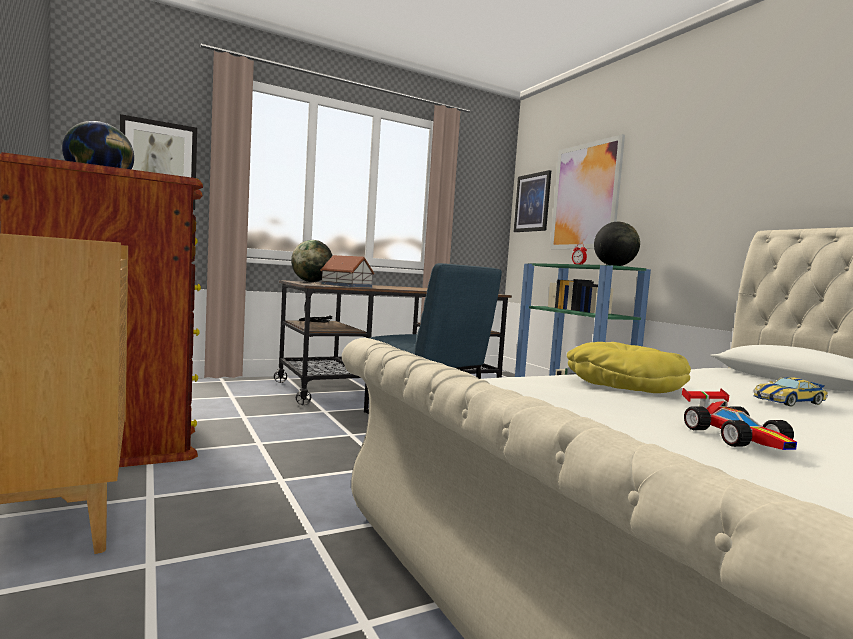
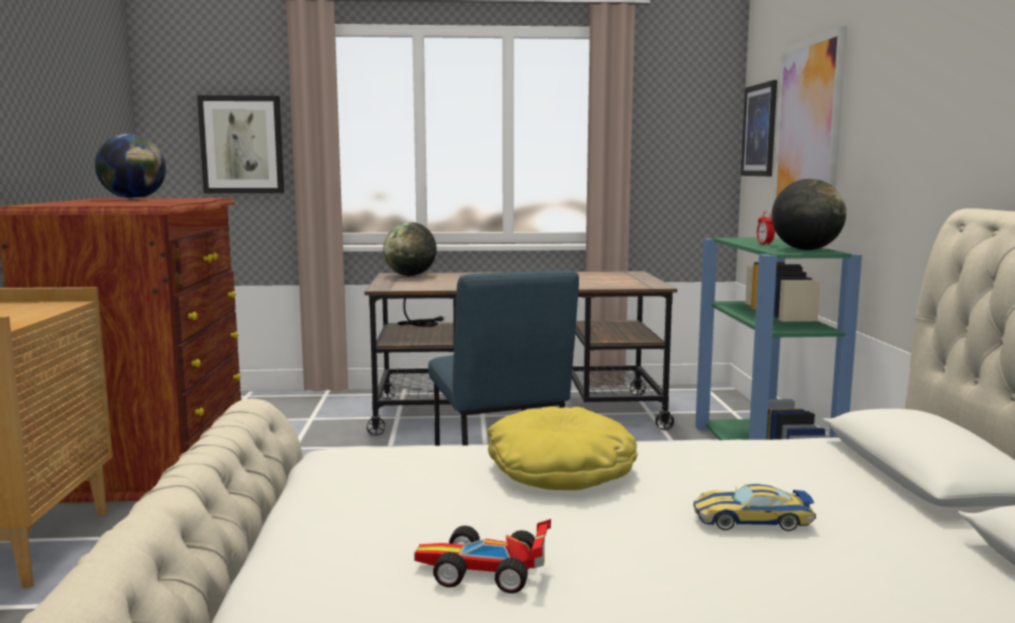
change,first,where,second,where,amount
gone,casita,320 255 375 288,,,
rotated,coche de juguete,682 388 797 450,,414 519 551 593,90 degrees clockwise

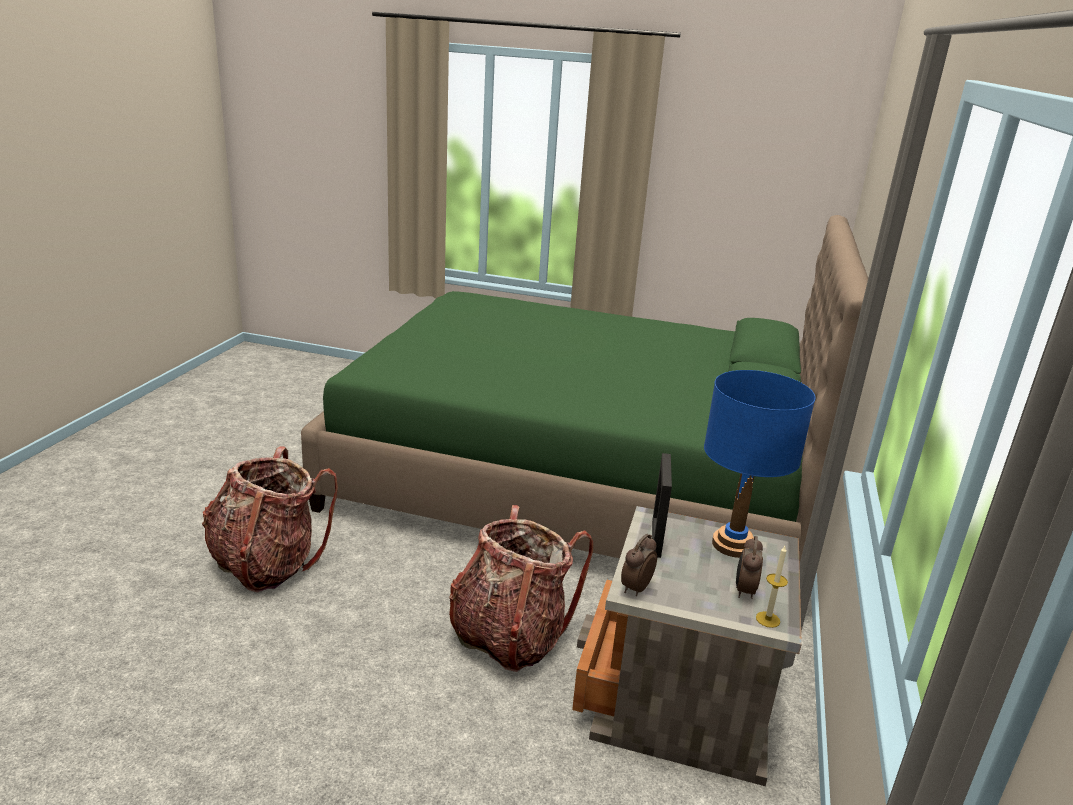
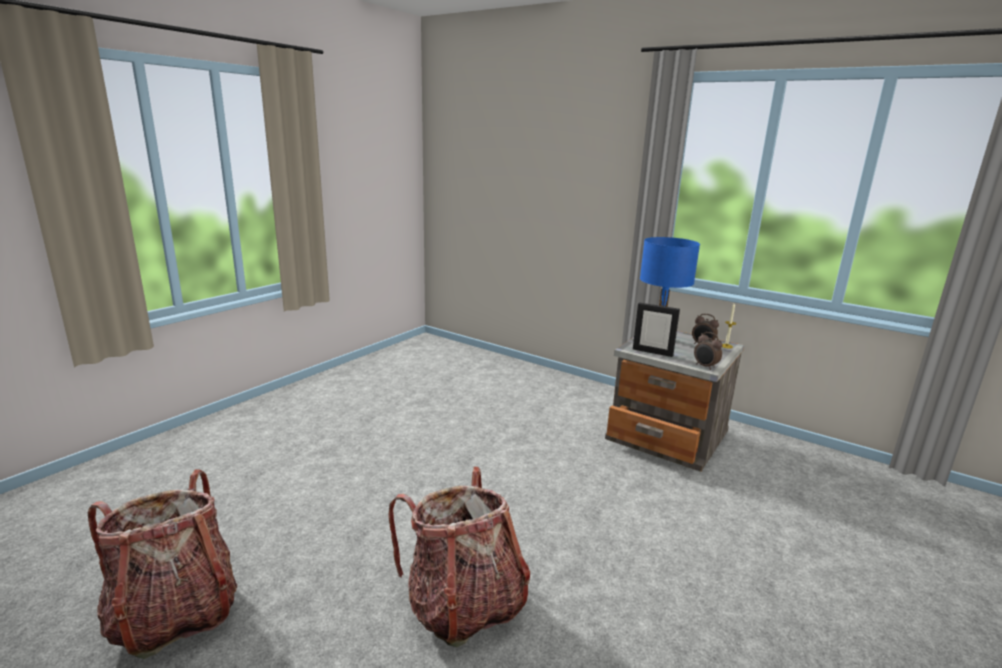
change,first,where,second,where,amount
gone,cama (verde),301 215 868 596,,,
shifted,mochila,449 505 593 672,,88 470 238 659,

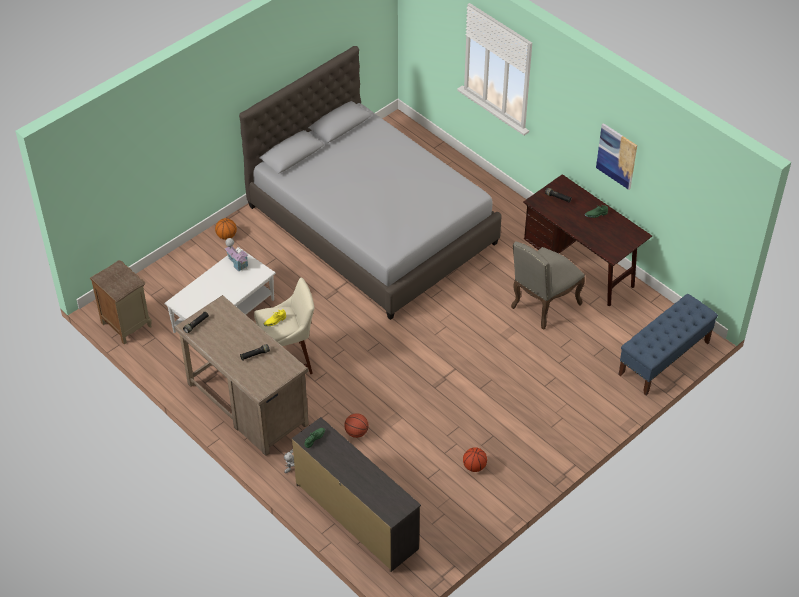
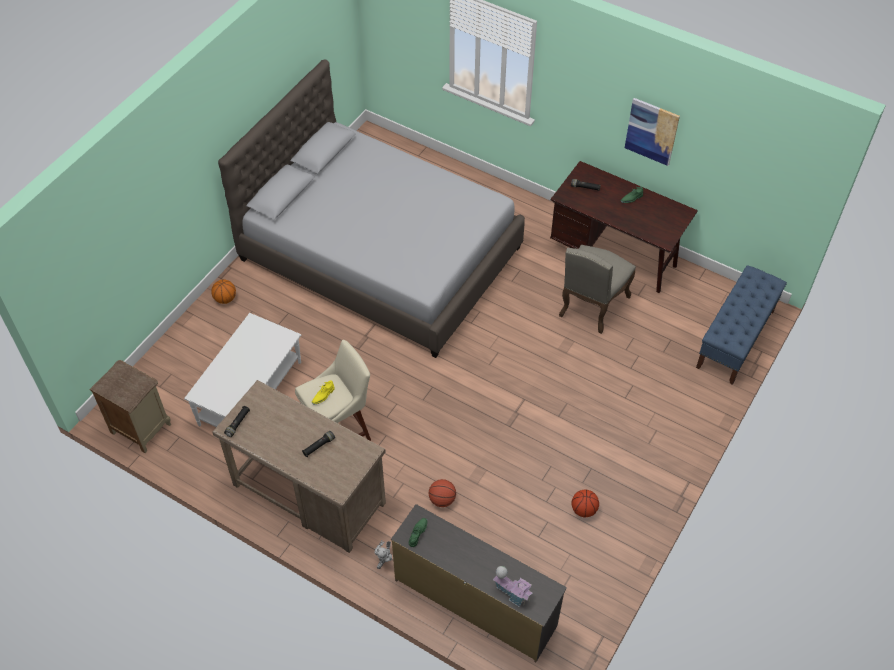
change,first,where,second,where,amount
shifted,casita,225 238 248 272,,493 566 532 607,

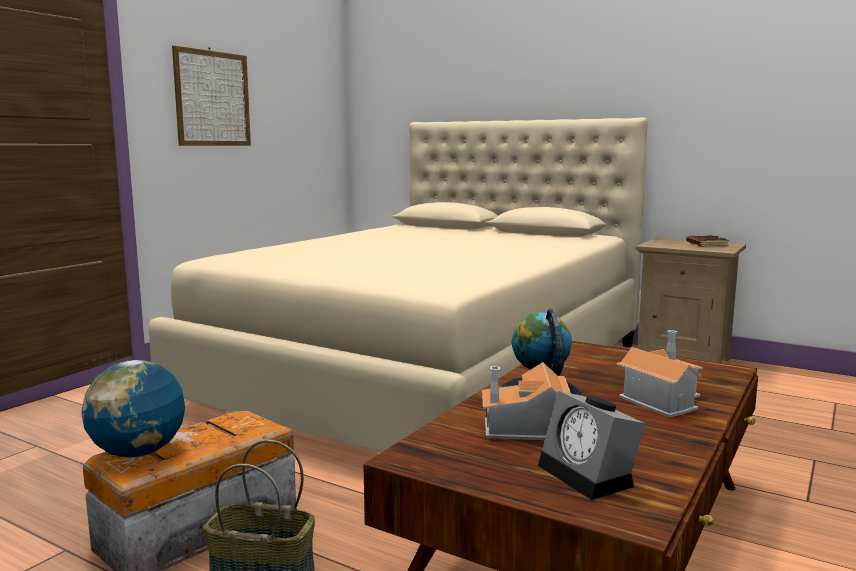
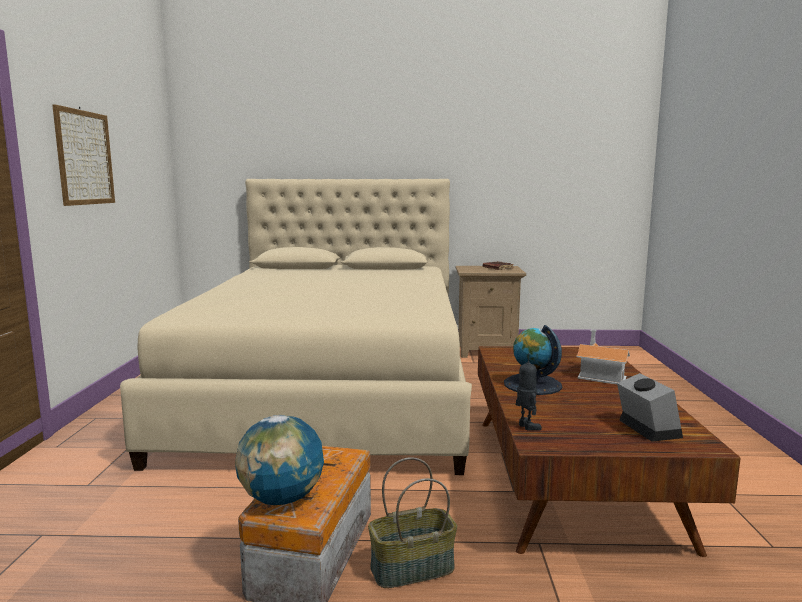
change,first,where,second,where,amount
gone,casita,482 362 571 440,,,
rotated,despertador,538 391 645 500,,617 373 683 442,135 degrees counterclockwise
new,,,robot de juguete,516 353 542 431,

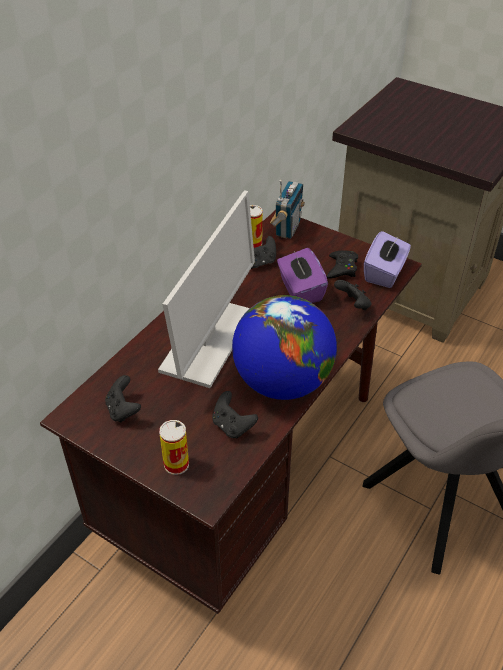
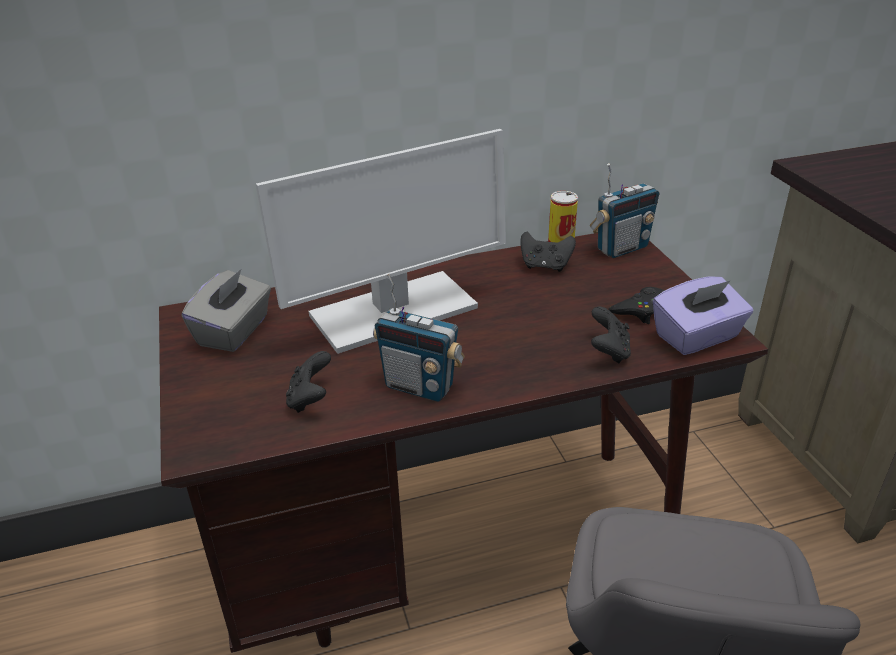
change,first,where,second,where,amount
gone,caja de pañuelos (morado),277 248 328 303,,,
swapped,globo terráqueo,232 295 337 400,radio,373 273 465 402,
swapped,mando de consola (negro),105 375 141 423,caja de pañuelos (gris),182 268 271 352,
gone,lata,159 420 189 475,,,

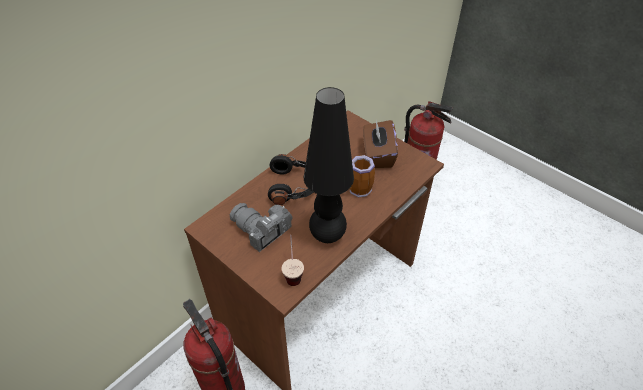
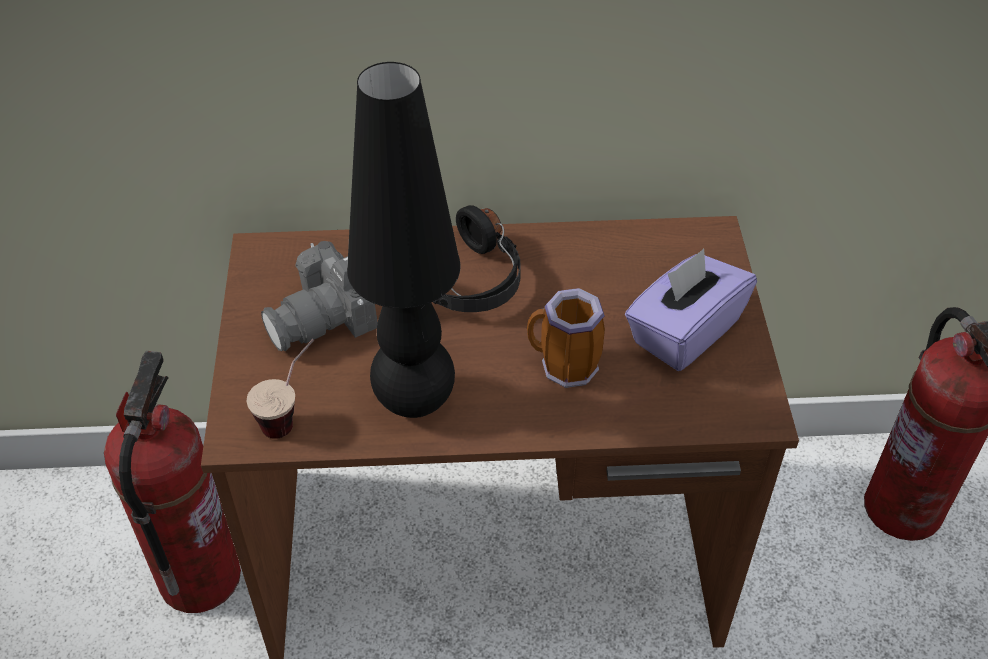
change,first,where,second,where,amount
repainted,caja de pañuelos (marrón),363 120 398 168,caja de pañuelos (morado),625 249 757 371,
rotated,cámara,230 203 293 252,,261 241 378 352,120 degrees counterclockwise

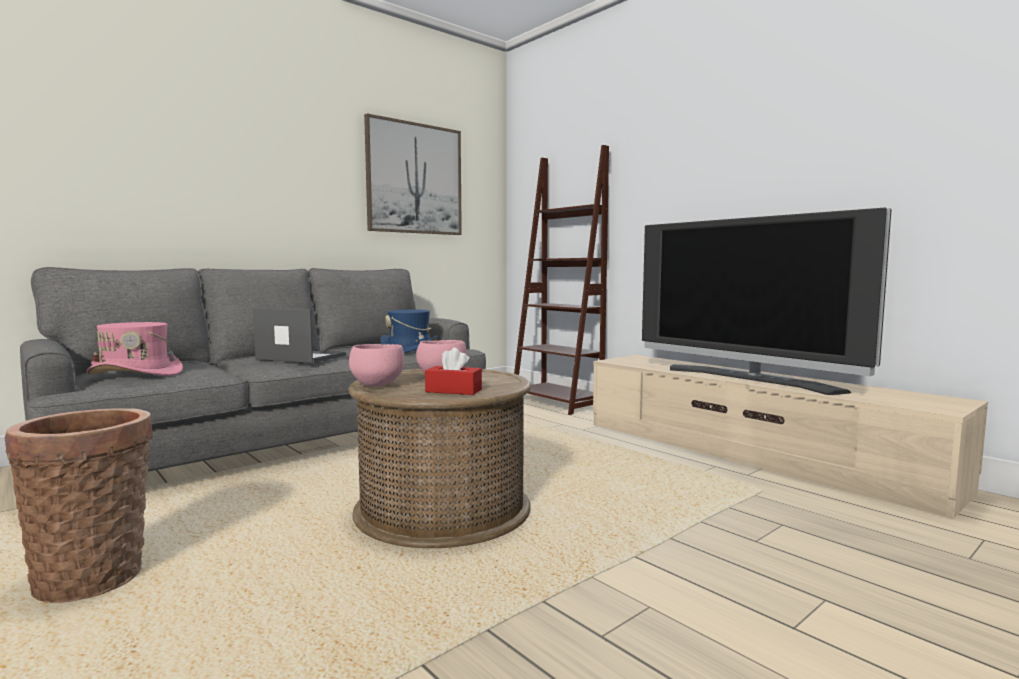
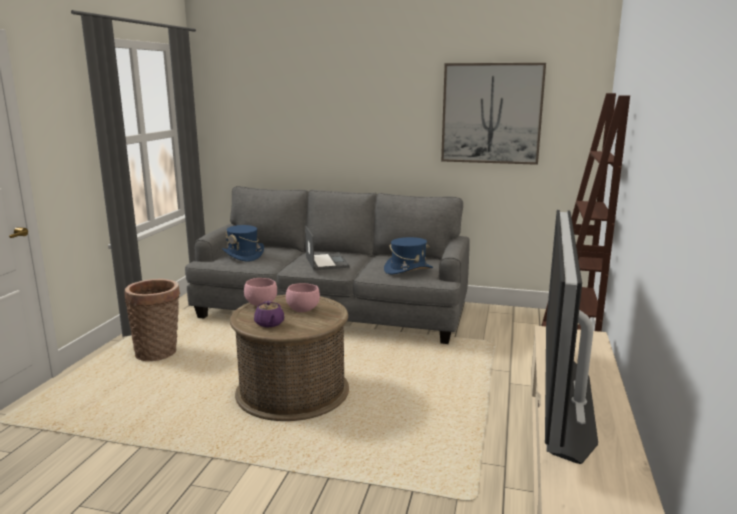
change,first,where,second,where,amount
repainted,sombrero (rosa),87 322 183 376,sombrero (azul),222 225 264 262,
swapped,caja de pañuelos (rojo),425 348 482 395,tetera (morado),254 301 284 327,

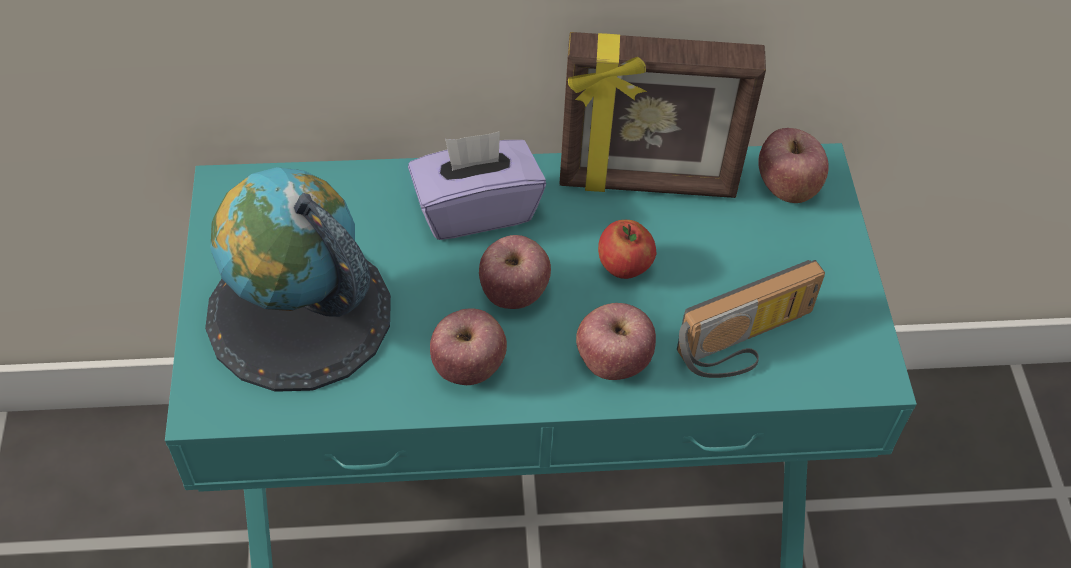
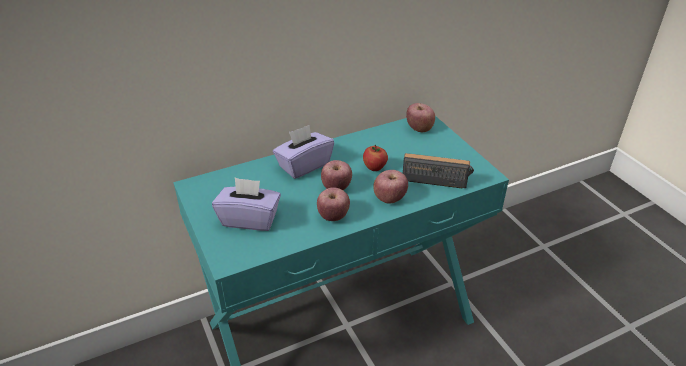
change,first,where,second,where,amount
gone,portarretratos,559 32 766 198,,,
swapped,globo terráqueo,205 167 391 392,caja de pañuelos (morado),212 178 281 231,
rotated,radio,677 260 825 378,,403 153 474 188,120 degrees counterclockwise

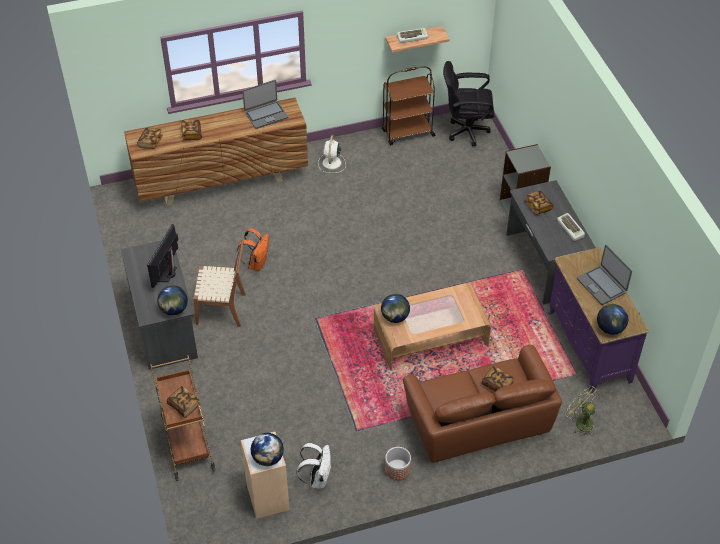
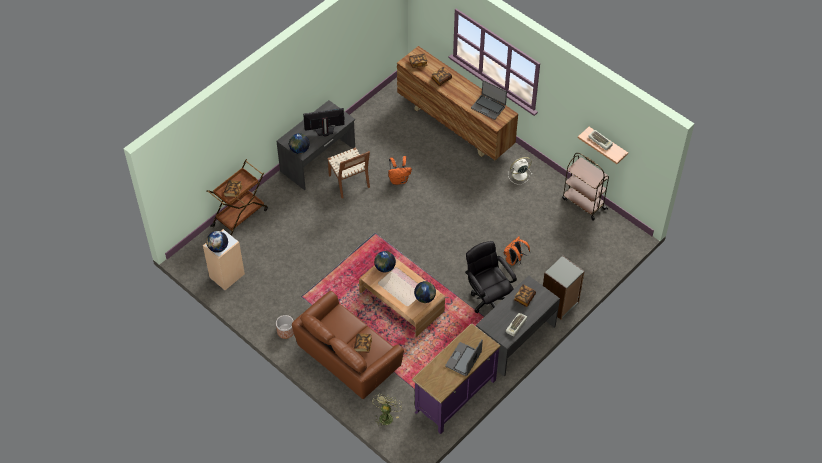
change,first,where,second,where,amount
shifted,silla de oficina (negro),443 61 494 147,,465 241 517 313,
shifted,globo terráqueo,597 304 628 335,,414 281 436 303,
gone,mochila (blanco),296 443 331 488,,,
new,,,mochila (naranja),503 237 530 267,

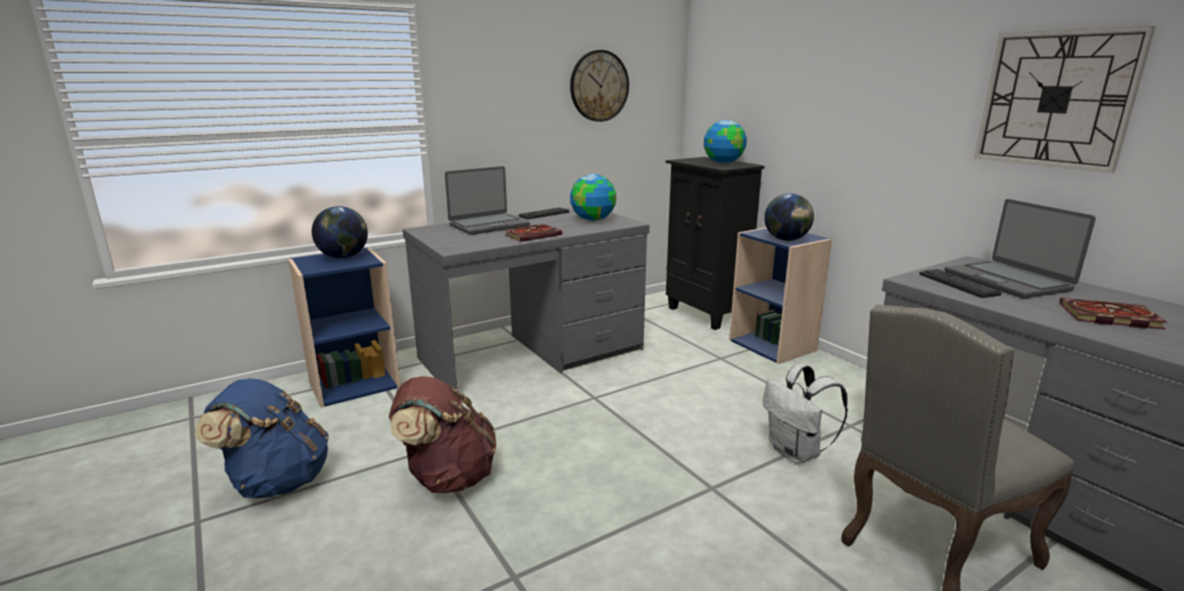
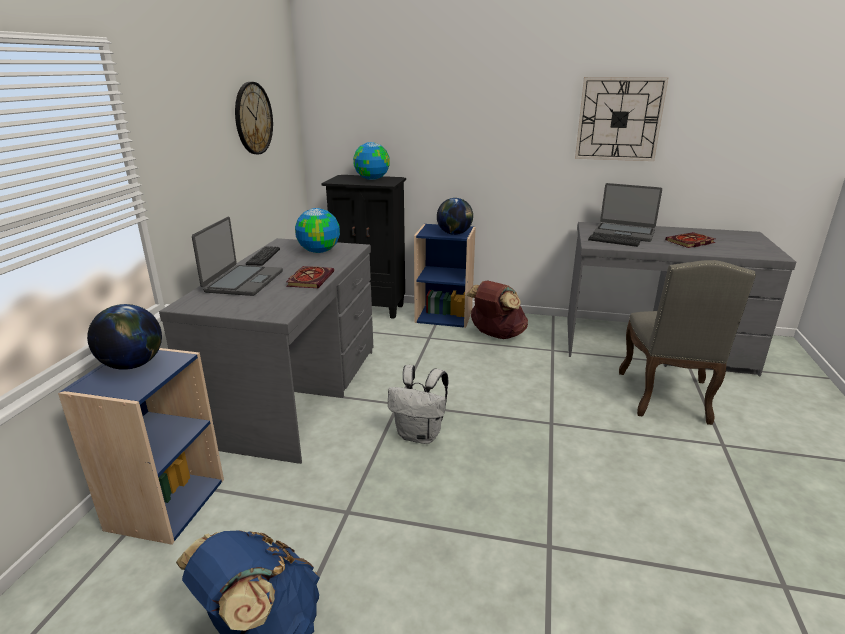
change,first,where,second,where,amount
shifted,mochila (blanco),763 364 848 464,,388 365 448 444,
shifted,mochila (marrón),389 376 496 493,,466 281 528 339,

